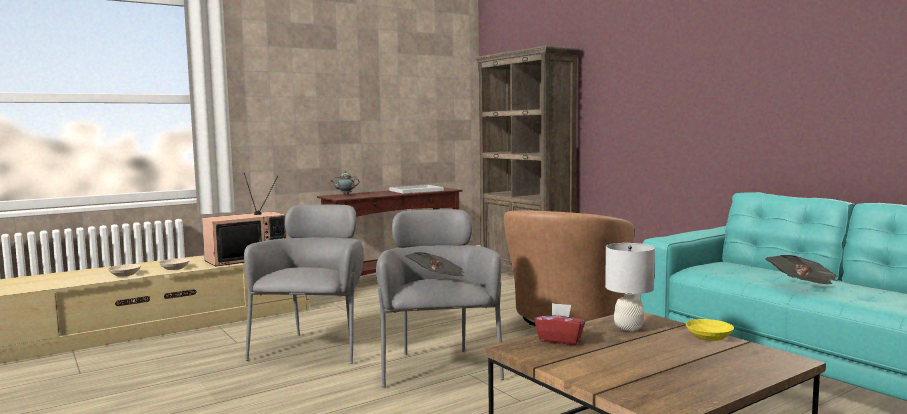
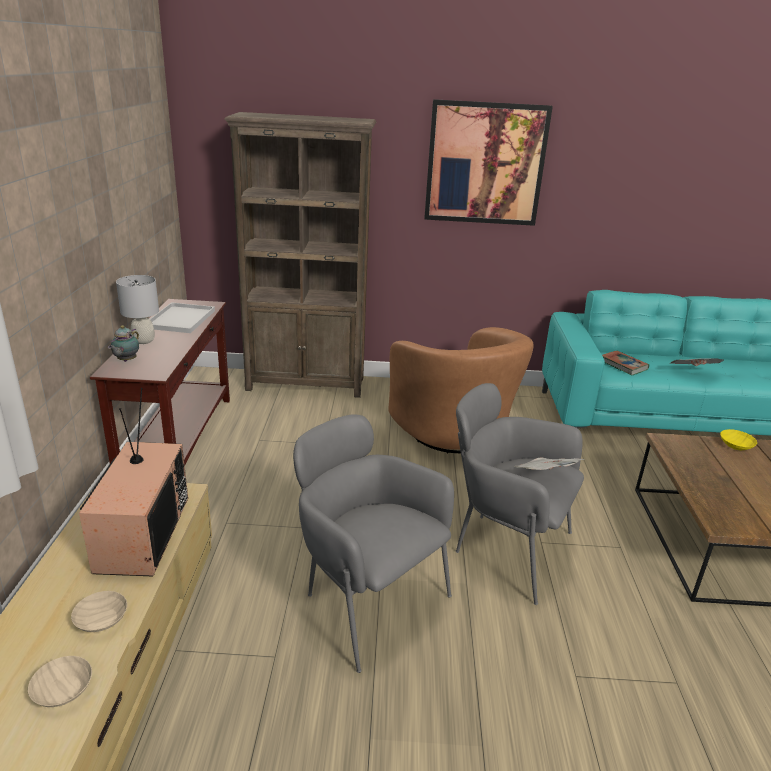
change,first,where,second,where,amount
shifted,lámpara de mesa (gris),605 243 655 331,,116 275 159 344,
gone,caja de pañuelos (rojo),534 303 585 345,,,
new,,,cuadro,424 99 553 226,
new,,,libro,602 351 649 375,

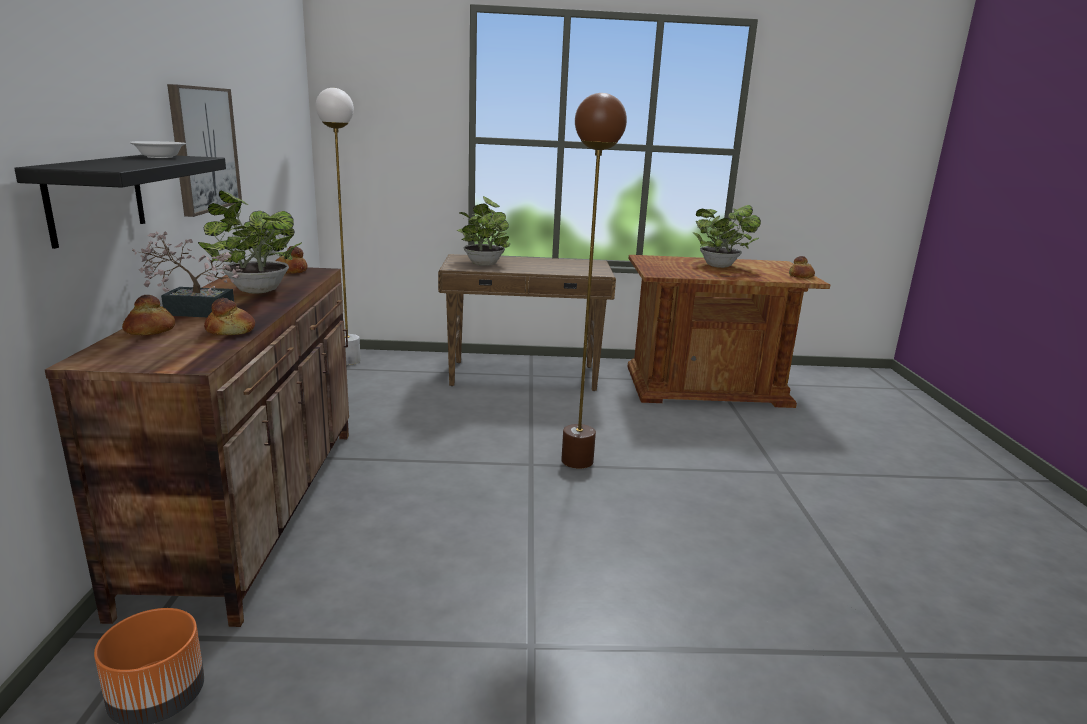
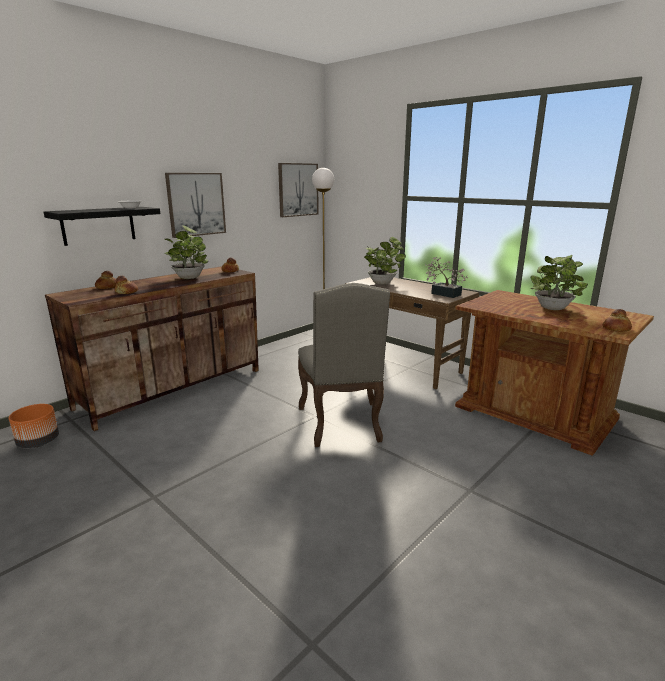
change,first,where,second,where,amount
swapped,lámpara de pie (marrón),561 93 627 469,silla (gris),298 283 390 447,
shifted,planta en maceta,132 231 243 317,,425 257 468 298,
new,,,cuadro,278 163 319 217,

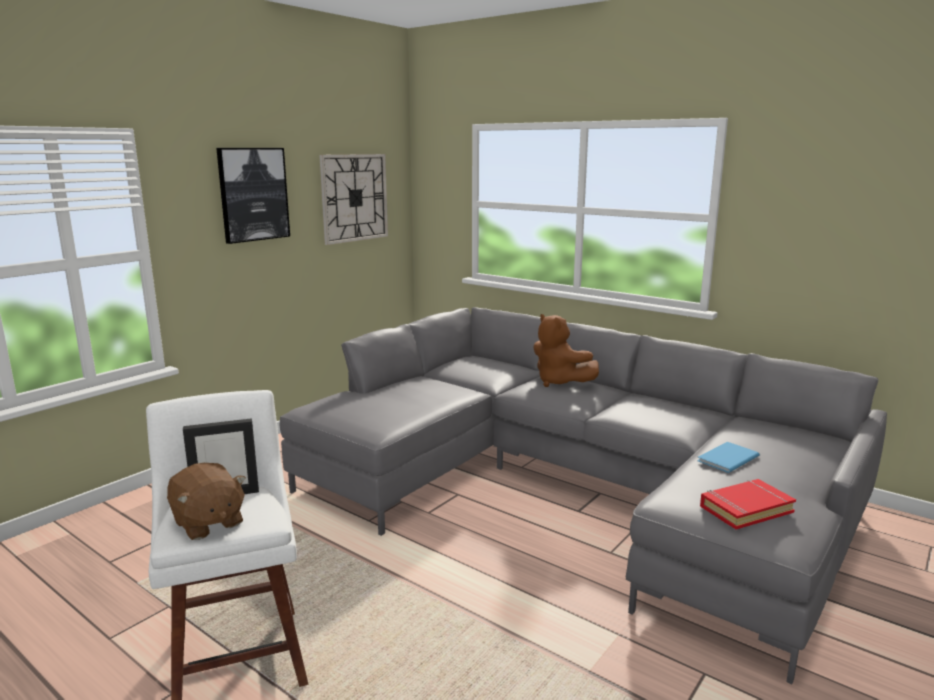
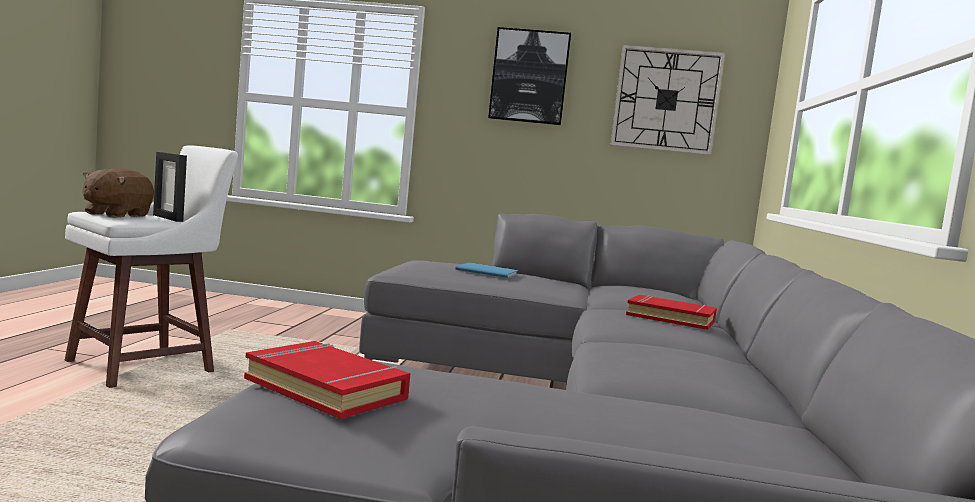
change,first,where,second,where,amount
swapped,peluche (marrón),533 314 599 387,libro (rojo),626 295 717 330,
shifted,libro (azul),697 442 760 473,,455 263 518 278,

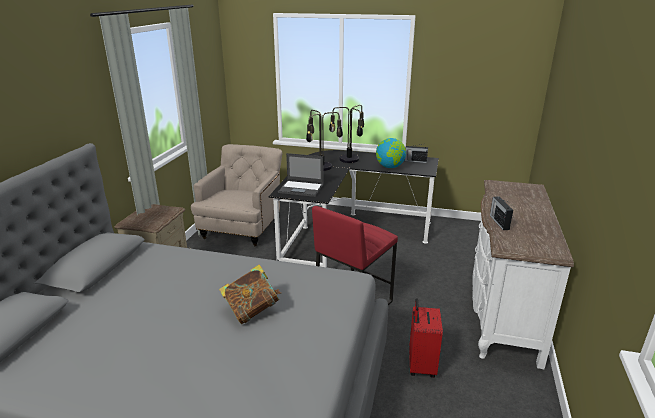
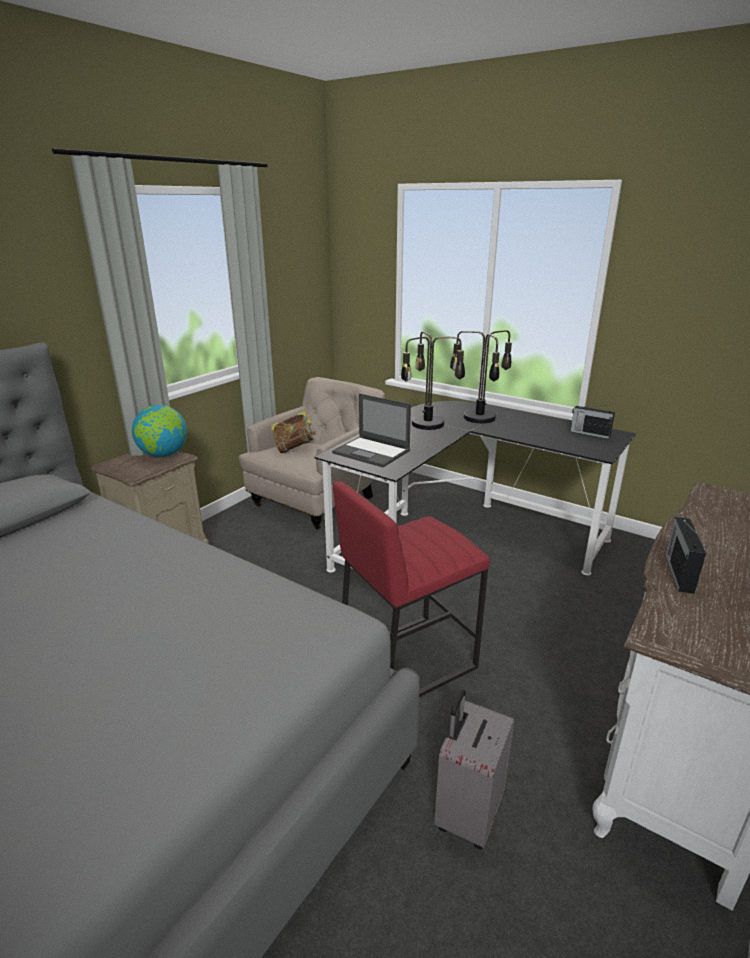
change,first,where,second,where,amount
shifted,globo terráqueo,376 138 406 168,,132 405 187 457,
shifted,libro,219 264 281 324,,271 411 316 453,
repainted,maleta (rojo),409 298 443 378,maleta (gris),434 689 514 849,

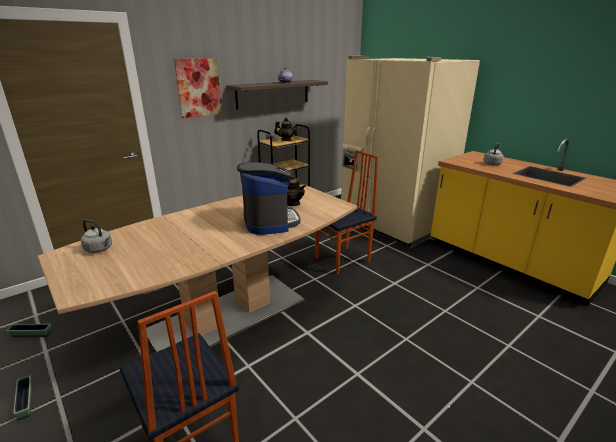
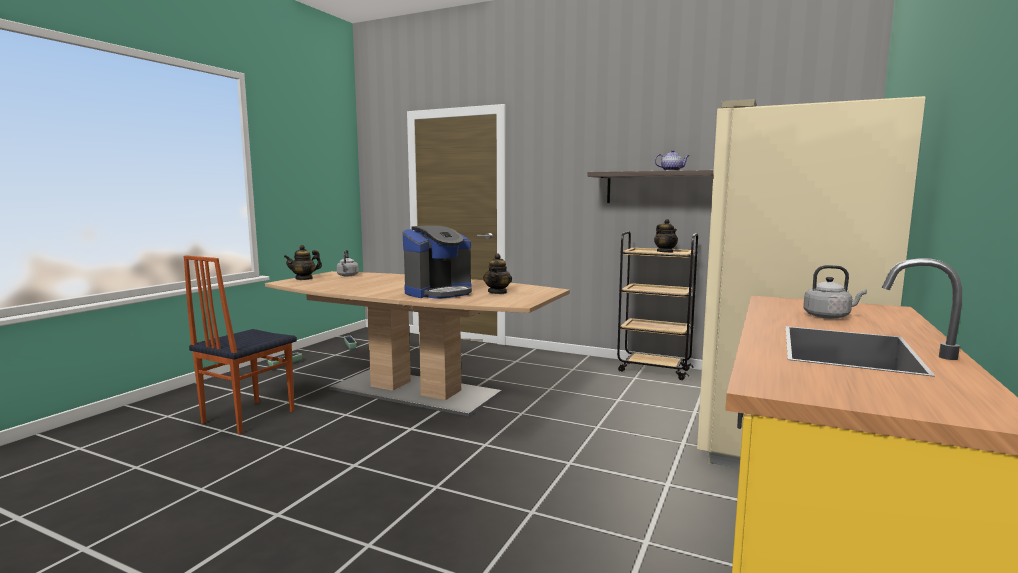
change,first,where,second,where,amount
gone,cuadro,174 58 222 118,,,
gone,silla,315 150 378 275,,,
new,,,tetera,284 245 322 280,

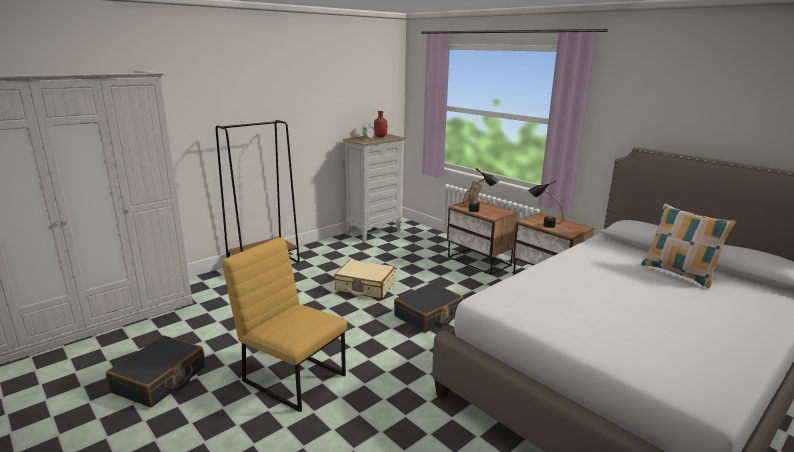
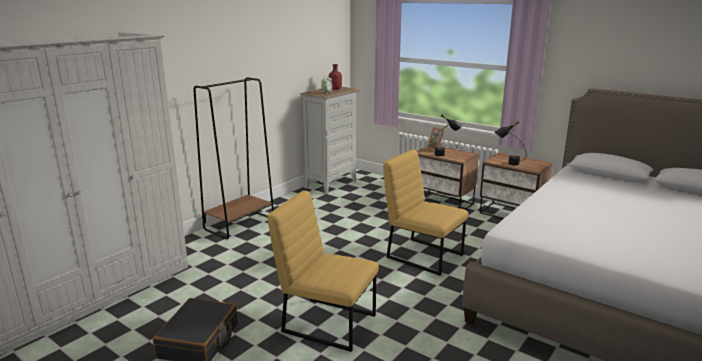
change,first,where,second,where,amount
gone,cojín,641 204 736 288,,,
gone,maleta (beis),334 260 395 299,,,
swapped,maleta (negro),394 283 464 333,silla (amarillo),383 150 468 276,

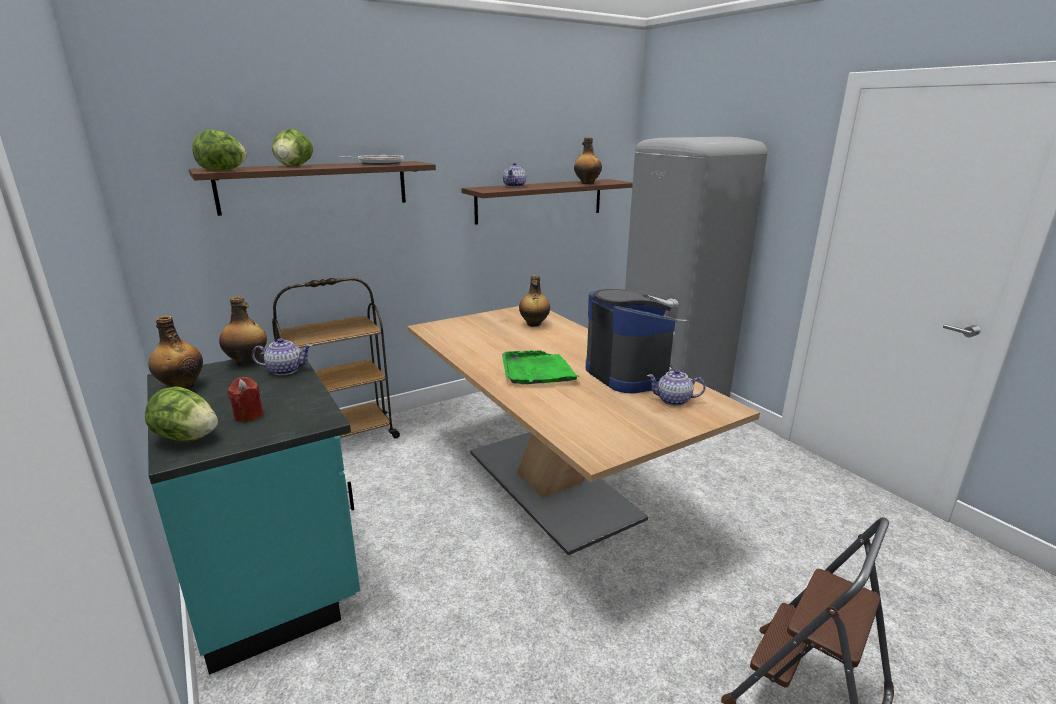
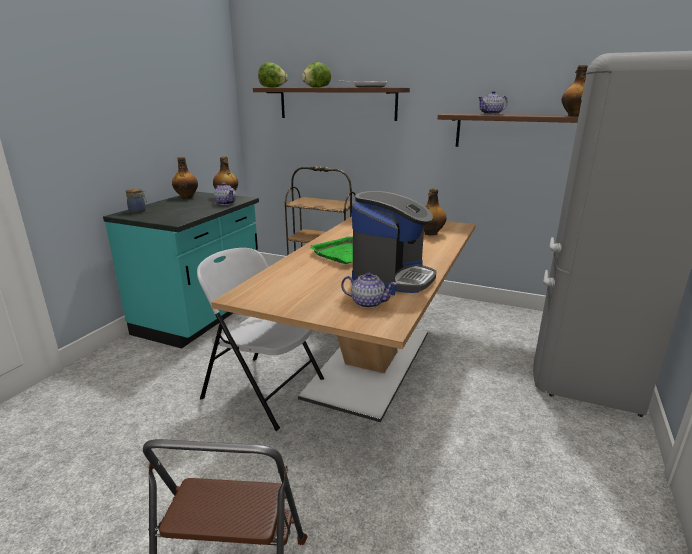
change,first,where,second,where,amount
rotated,tetera,647 369 705 406,,341 272 397 308,135 degrees clockwise
gone,vela (rojo),227 377 264 422,,,
swapped,lechuga,145 386 218 442,tarro,126 189 147 213,
new,,,silla (blanco),197 248 324 431,

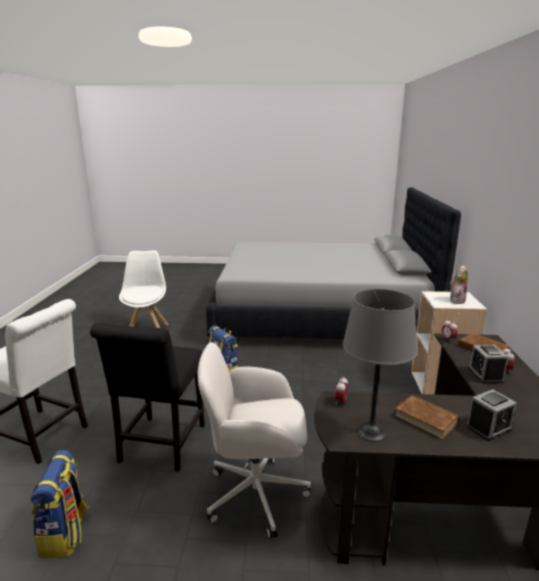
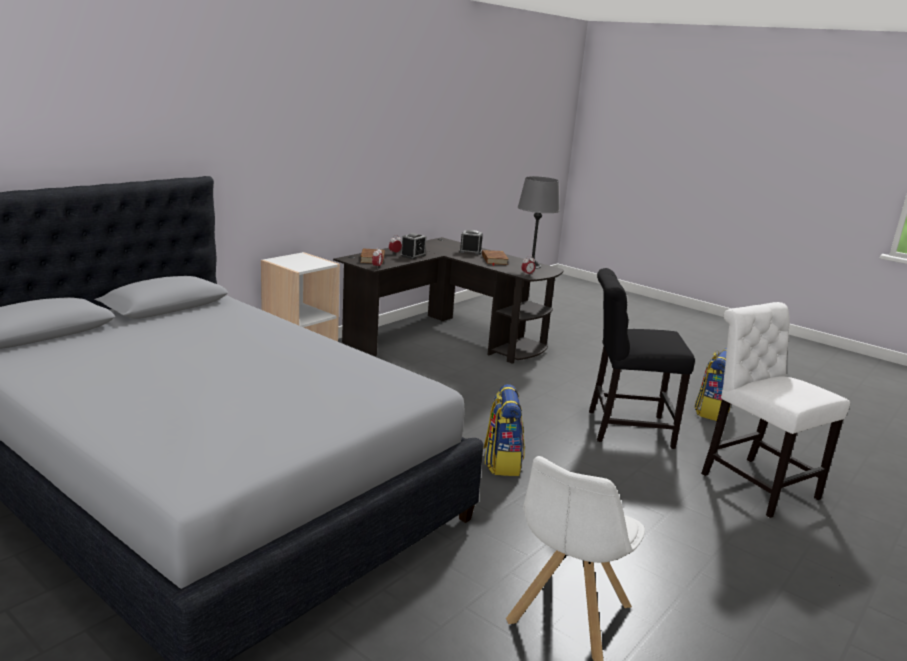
change,first,where,second,where,amount
gone,peluche,450 265 468 304,,,
rotated,silla (negro),90 323 205 472,,589 268 695 449,135 degrees counterclockwise
gone,silla de oficina (blanco),198 342 311 539,,,

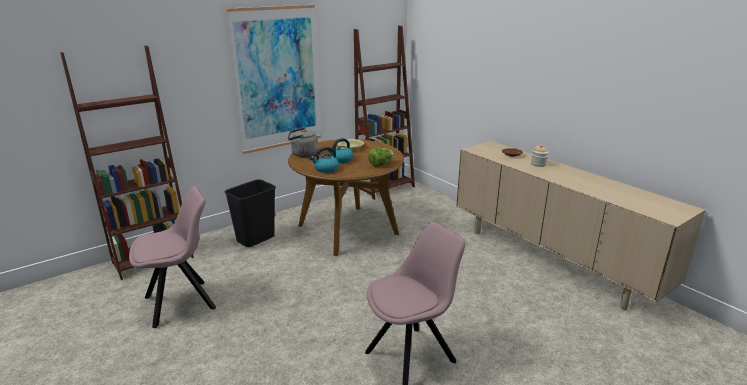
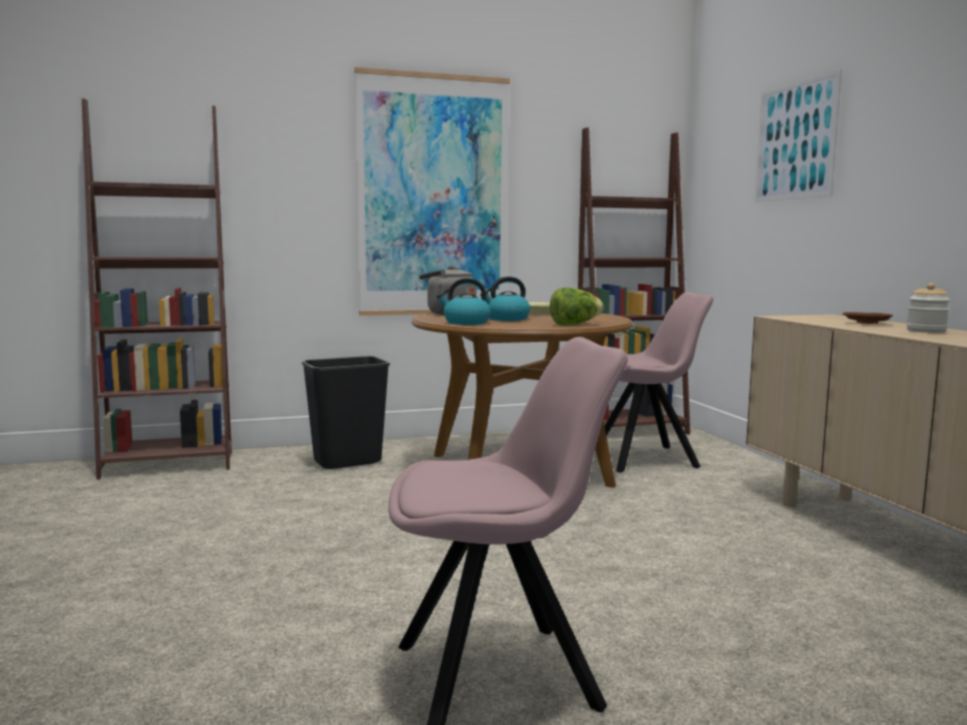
change,first,where,second,where,amount
shifted,silla (rosa),129 186 216 328,,604 292 713 473,
new,,,cuadro,755 69 842 202,

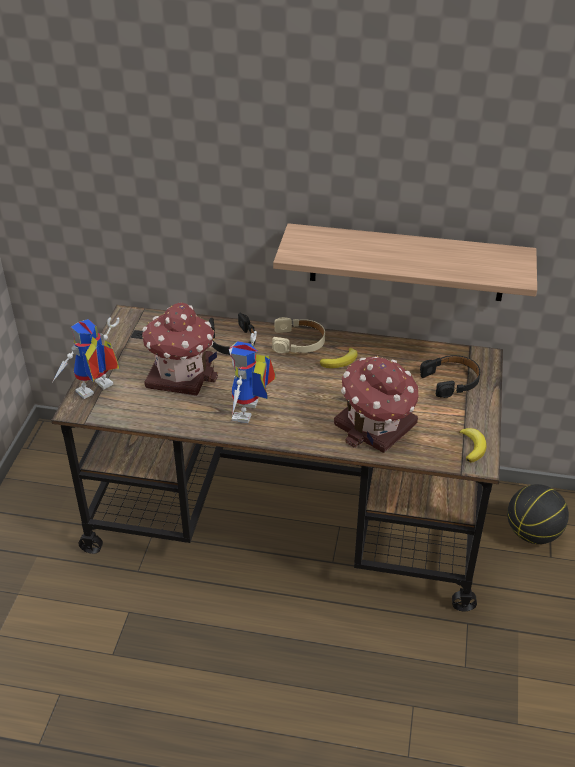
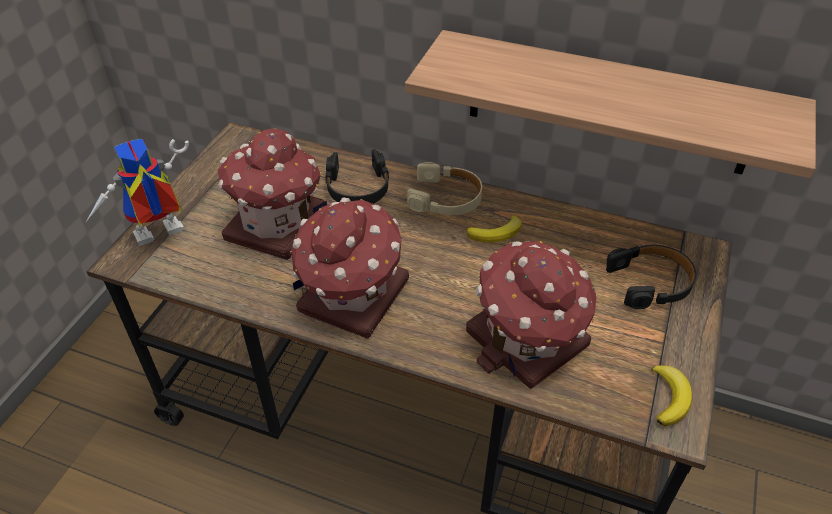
change,first,where,second,where,amount
swapped,robot de juguete,229 331 276 423,casita,290 197 409 339,
gone,balón de baloncesto,507 484 569 544,,,

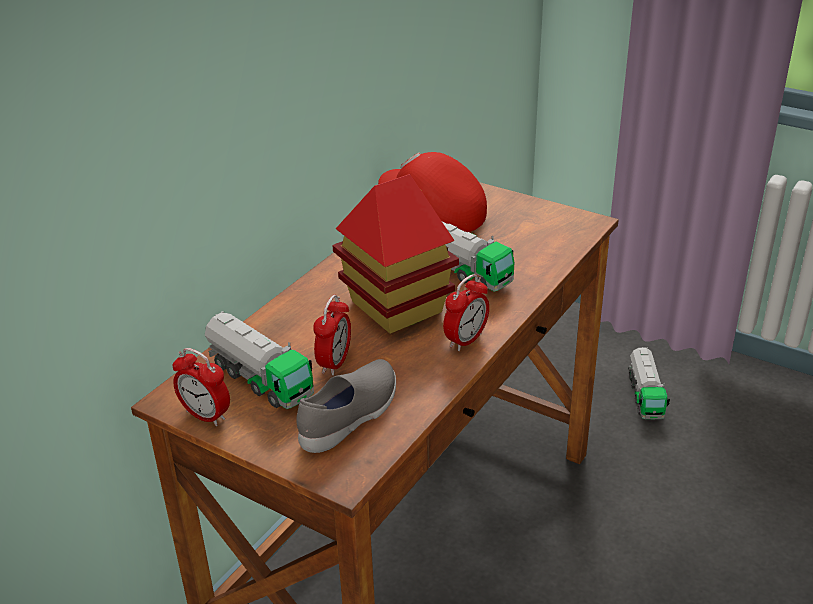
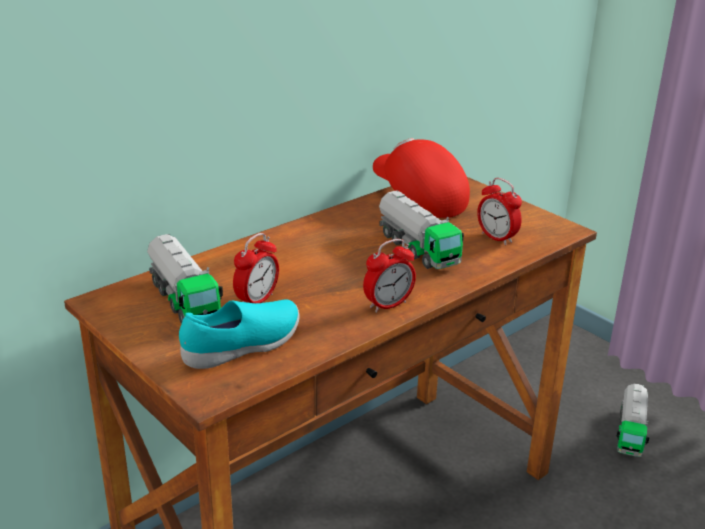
change,first,where,second,where,amount
gone,casita,332 174 459 334,,,
shifted,despertador,172 348 230 426,,477 178 522 245,
repainted,zapato (gris),296 359 396 453,zapato (turquesa),179 299 300 369,

